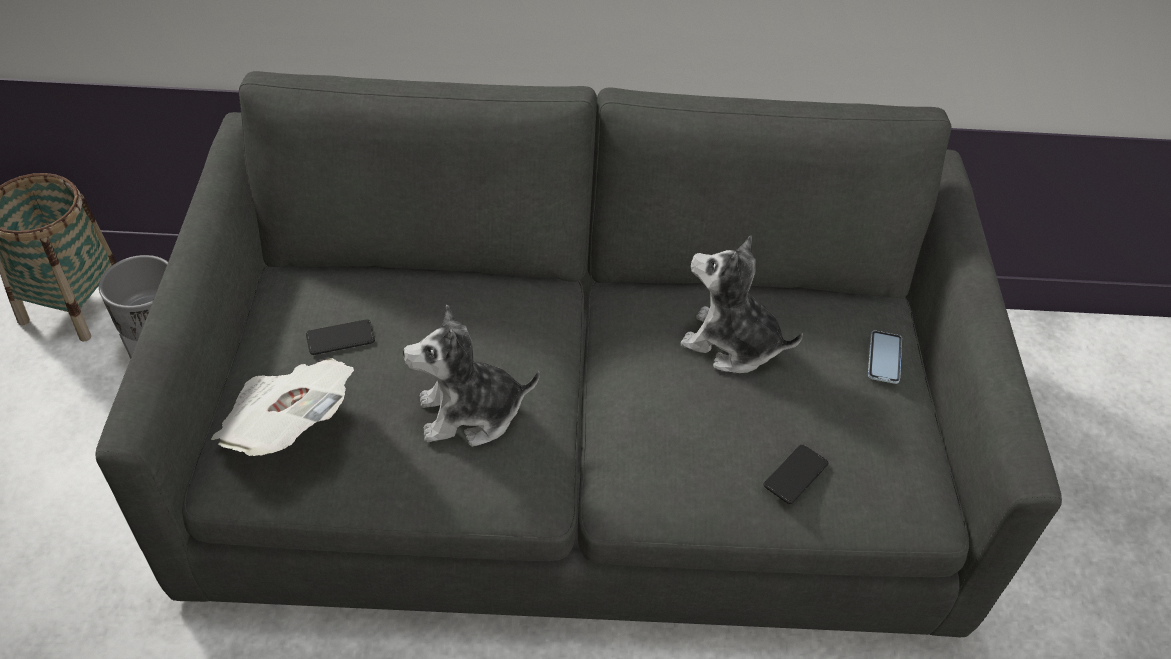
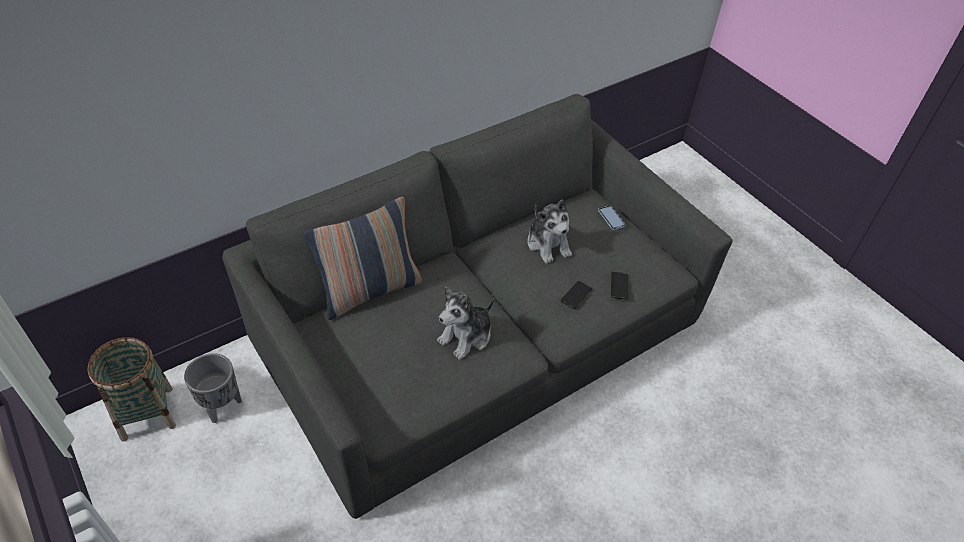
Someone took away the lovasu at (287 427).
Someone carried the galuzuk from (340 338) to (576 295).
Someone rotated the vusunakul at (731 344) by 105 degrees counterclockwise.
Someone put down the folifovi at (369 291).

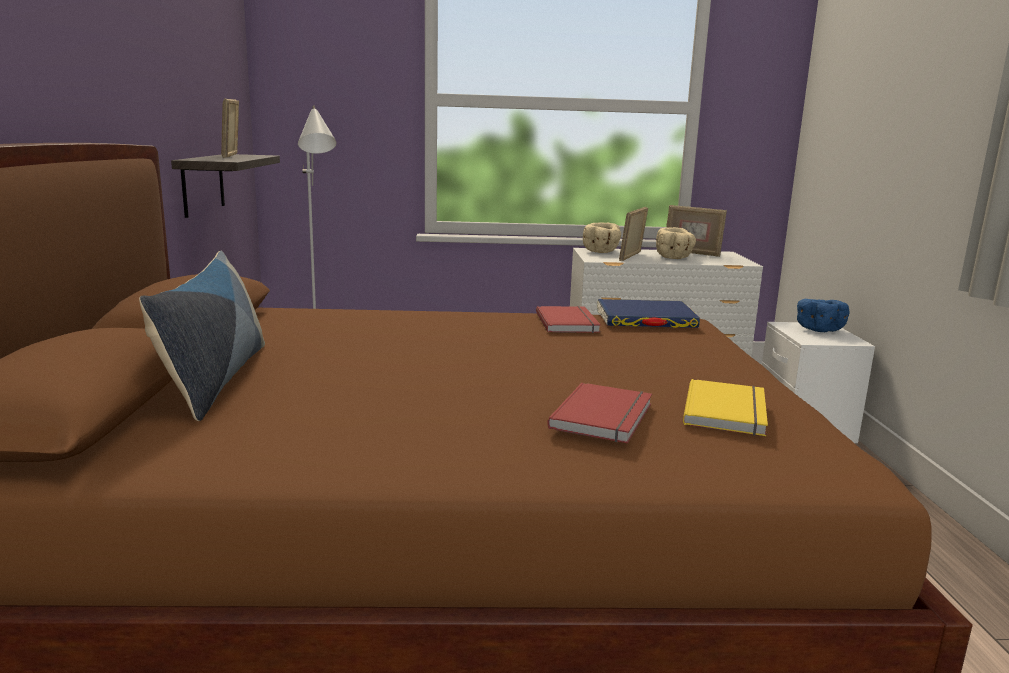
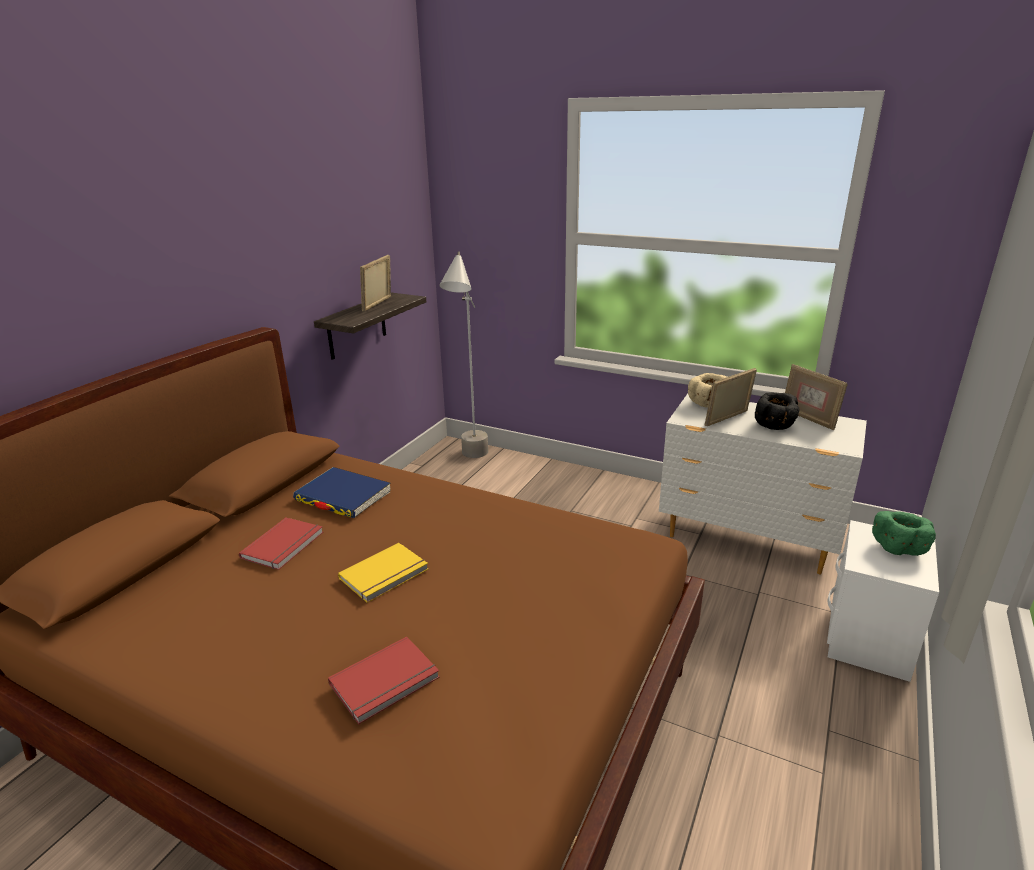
Someone took away the folifovi at (216 378).
Someone carried the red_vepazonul from (569 322) to (285 545).
Someone carried the blue_vepazonul from (645 319) to (343 496).
Someone repainted the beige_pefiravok at (674 257), which became the black_pefiravok at (775 425).
Someone carried the yellow_vepazonul from (728 411) to (386 575).
Someone repainted the blue_pefiravok at (819 329), which became the green_pefiravok at (899 547).

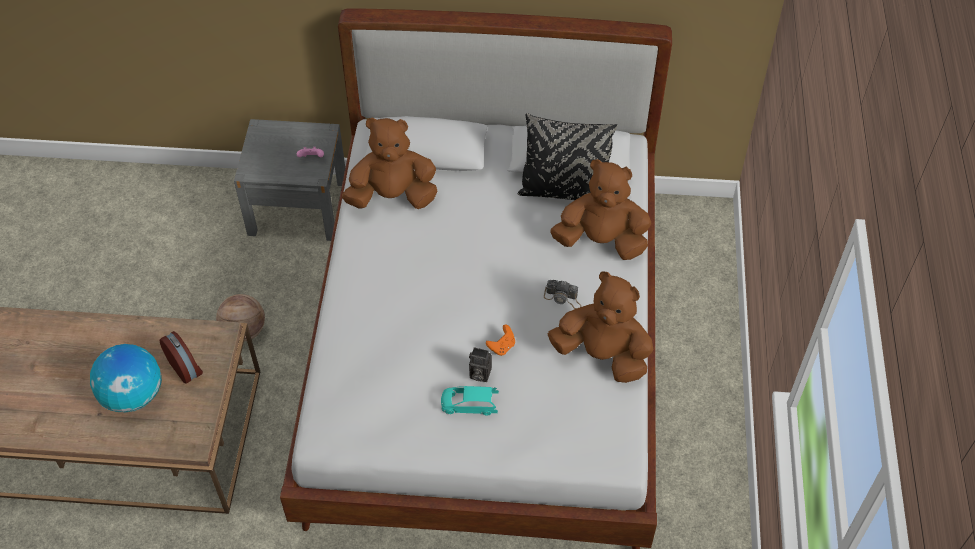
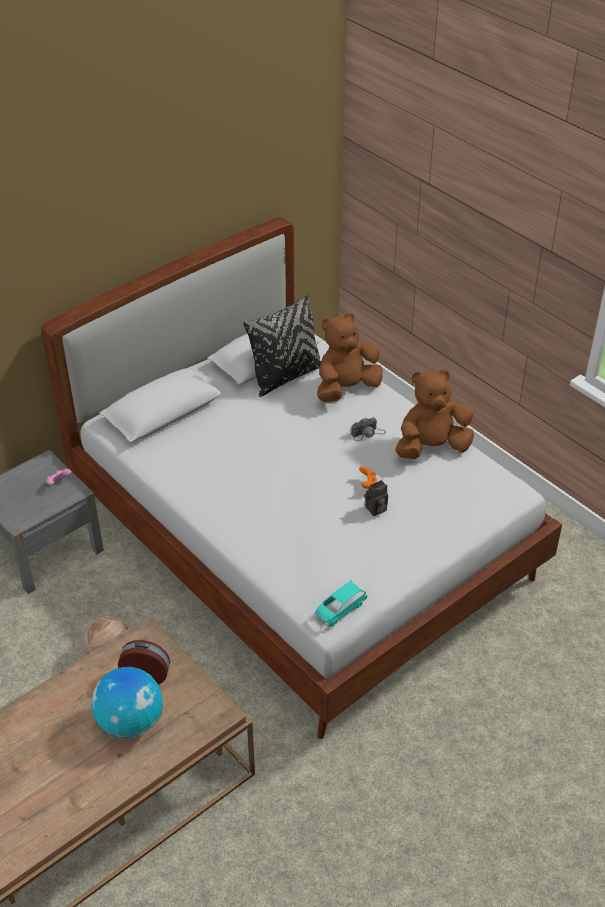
Someone took away the brown_vusunakul at (392 196).
Someone carried the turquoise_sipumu from (469 405) to (340 609).

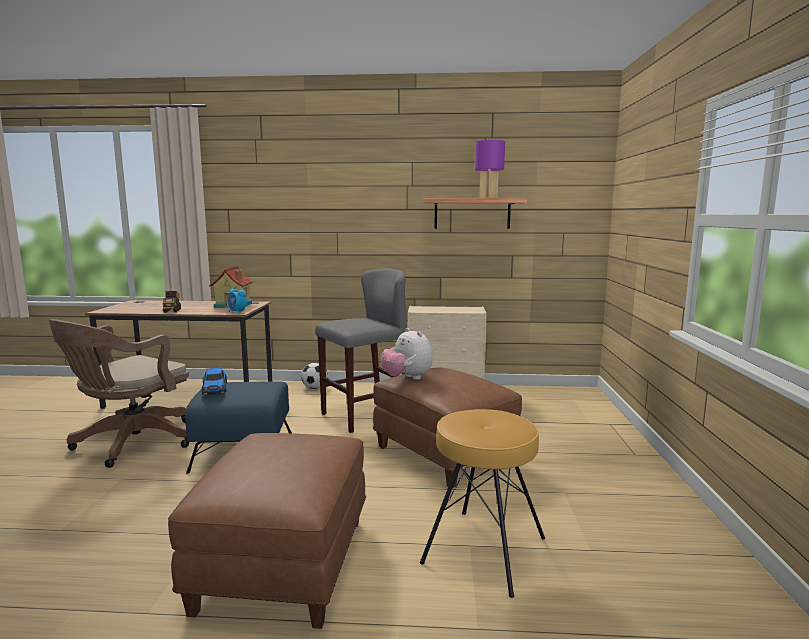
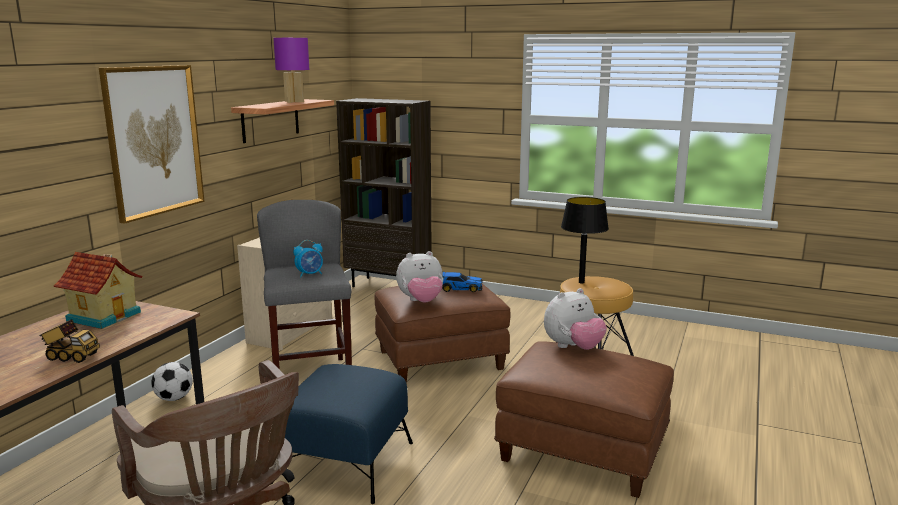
Someone carried the sipumu from (215 388) to (460 288).
Someone carried the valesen from (237 312) to (310 274).
Someone put up the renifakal at (154 140).
Someone put down the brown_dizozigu at (389 286).
Someone put down the vusunakul at (573 348).
Someone put down the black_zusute at (581 282).

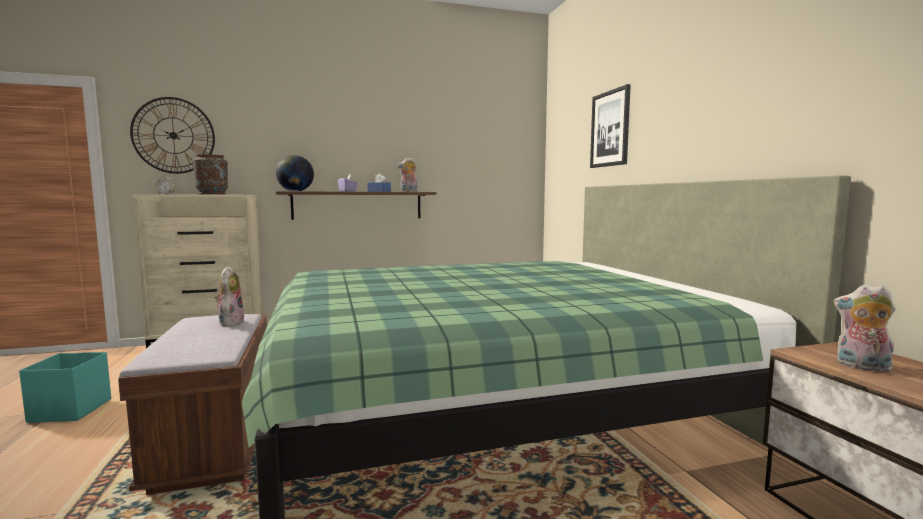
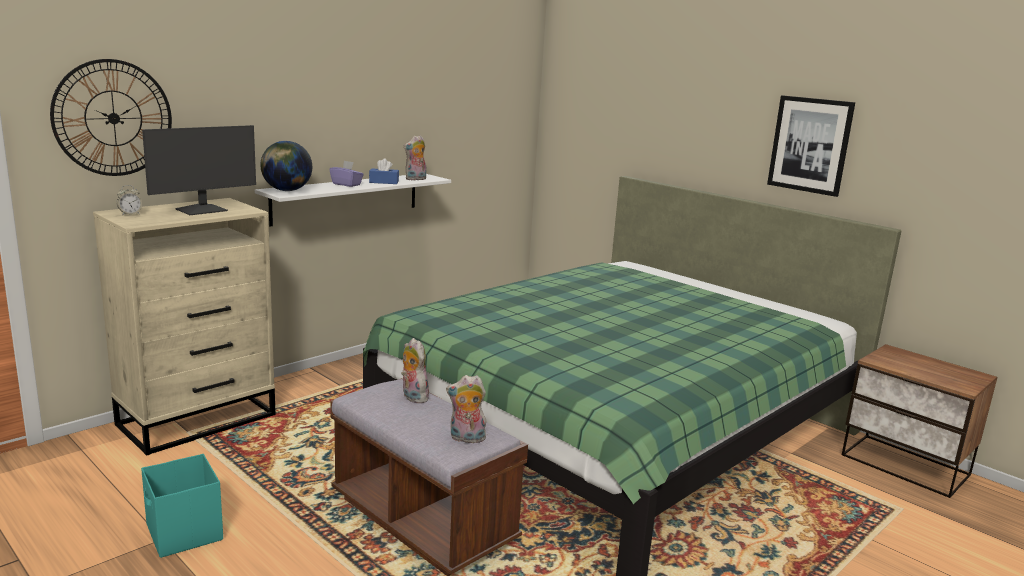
Someone swapped the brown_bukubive at (212 194) for the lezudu at (202 210).
Someone repainted the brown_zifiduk at (357 205), which became the white_zifiduk at (346 198).
Someone carried the renifakal from (610 129) to (810 145).
Someone carried the vusunakul from (861 367) to (466 439).

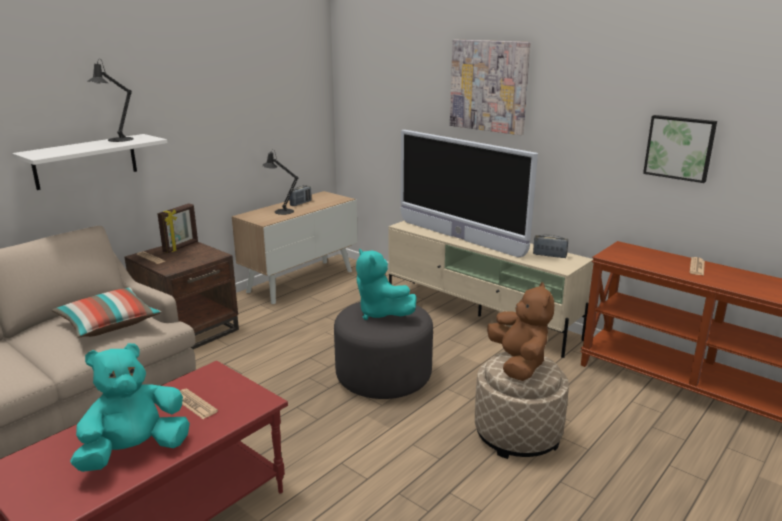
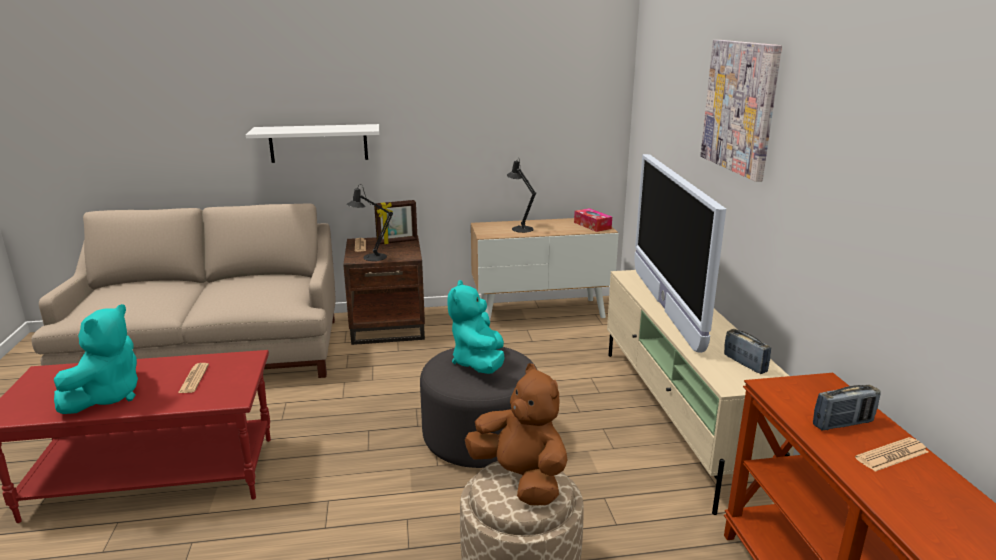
Someone took away the folifovi at (109 324).
Someone rotated the turquoise_vusunakul at (135 451) by 105 degrees clockwise.
Someone carried the black_zusute from (117 140) to (371 257).
Someone carried the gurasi from (301 203) to (842 424).
Someone rotated the brown_vusunakul at (518 364) by 75 degrees counterclockwise.
Someone took away the renifakal at (679 147).
Someone put down the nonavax at (592 225).

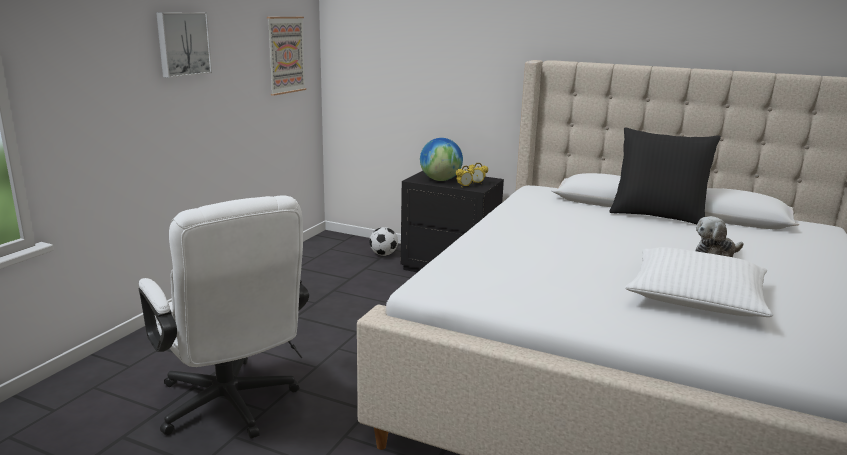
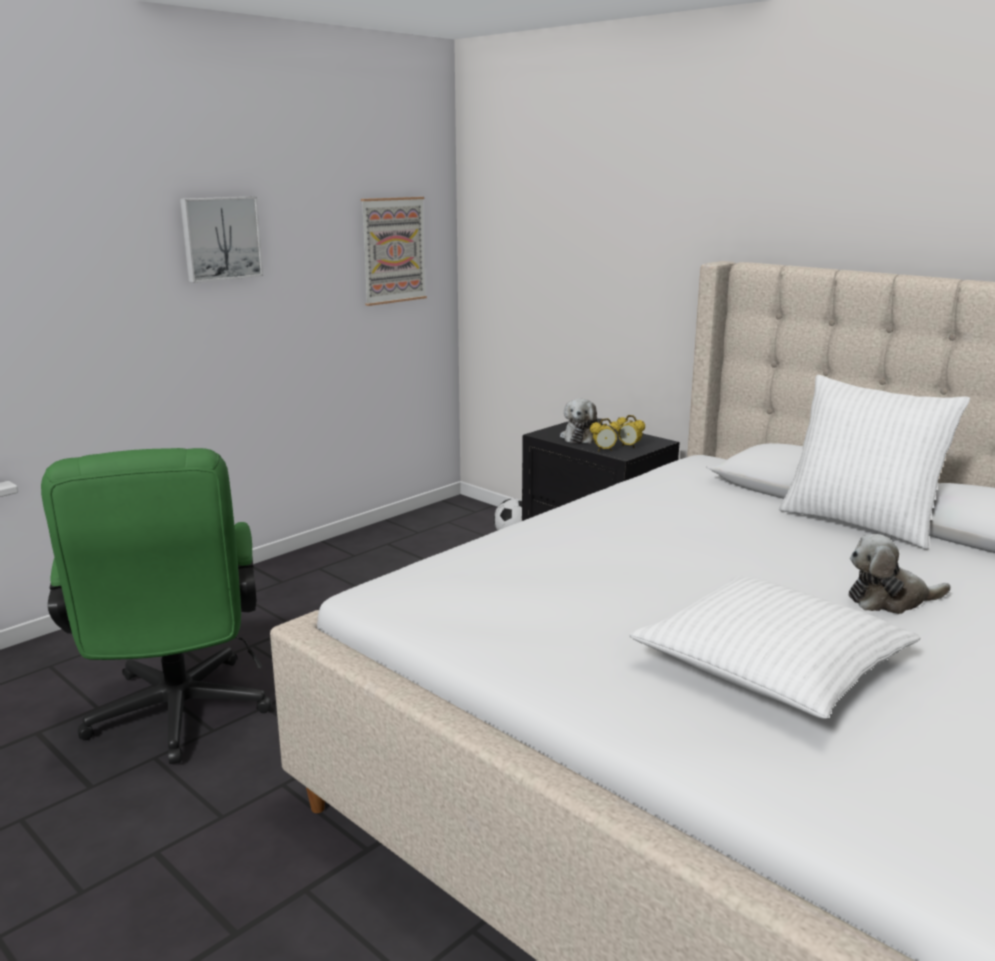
Someone repainted the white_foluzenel at (231 408), which became the green_foluzenel at (177 720).
Someone swapped the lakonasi at (440 180) for the vusunakul at (580 437).
Someone repainted the black_folifovi at (657 215), which became the white_folifovi at (860 523).

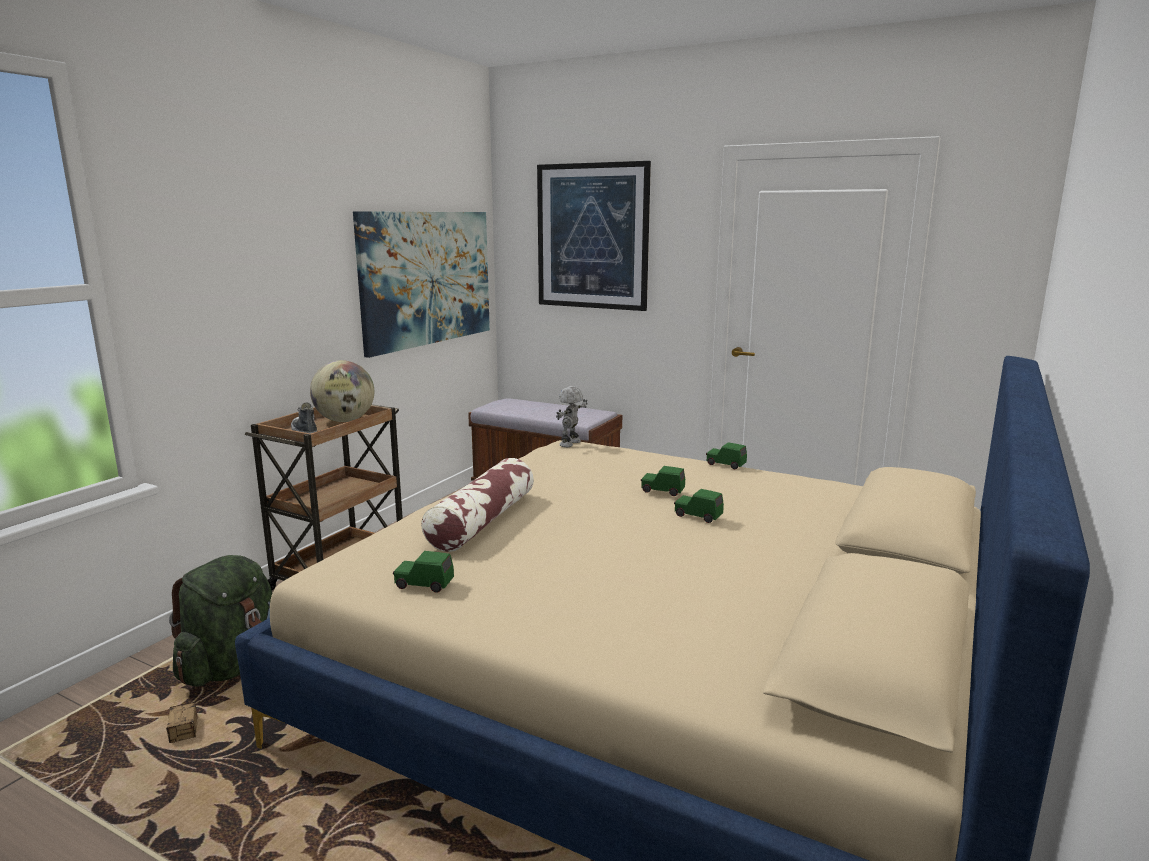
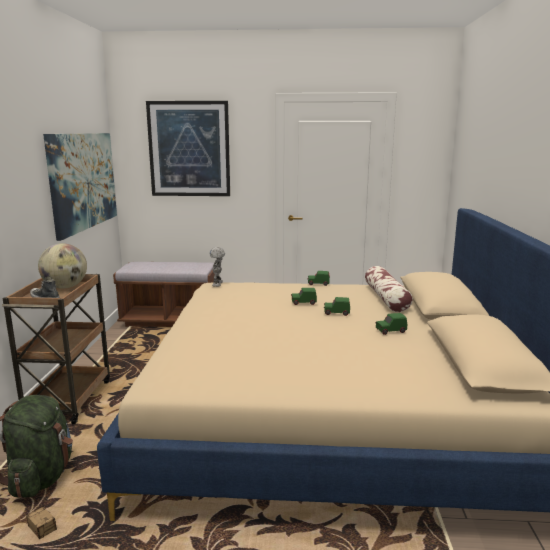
Someone carried the green_sipumu from (424 584) to (390 331).
Someone carried the folifovi from (482 521) to (386 298).

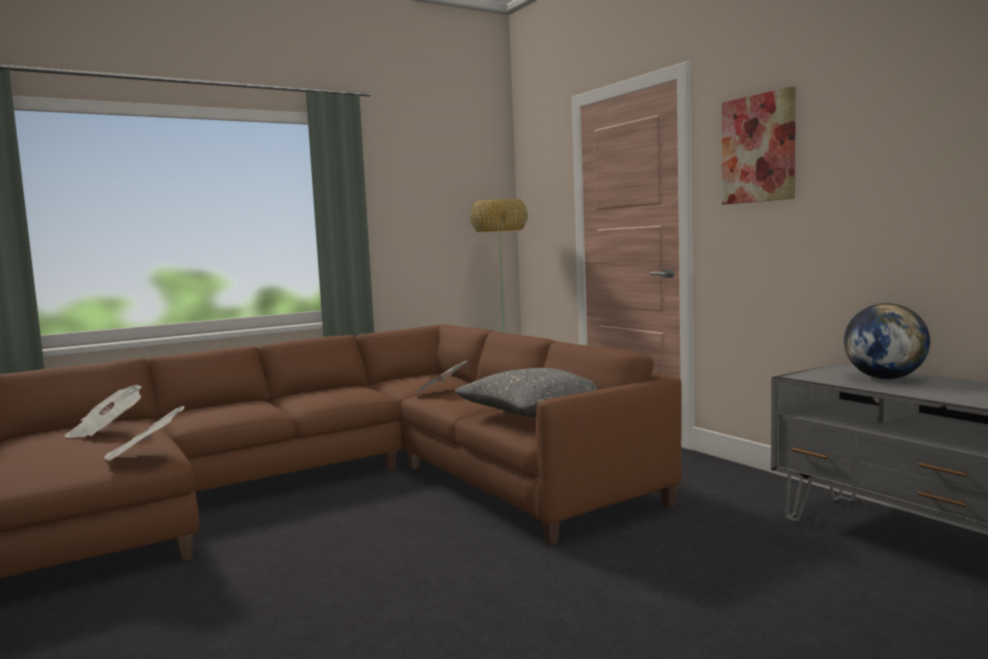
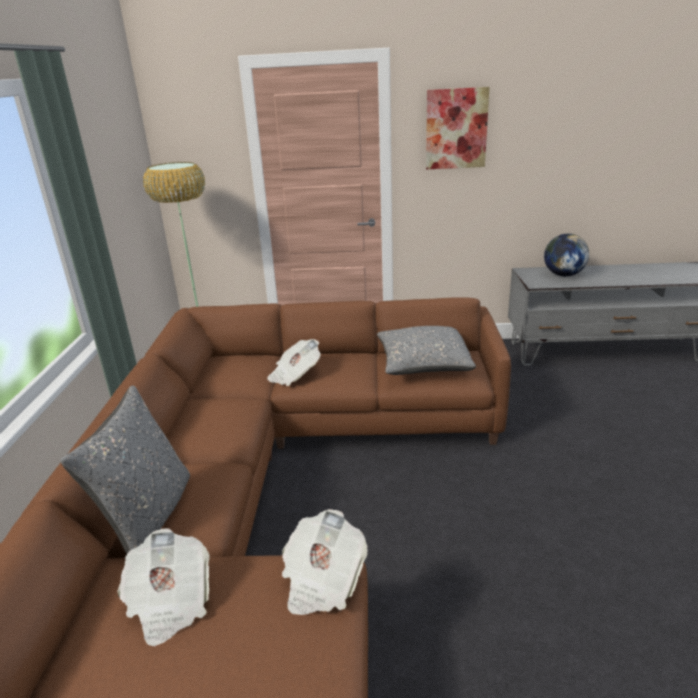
Someone put down the grey_folifovi at (149 515).

